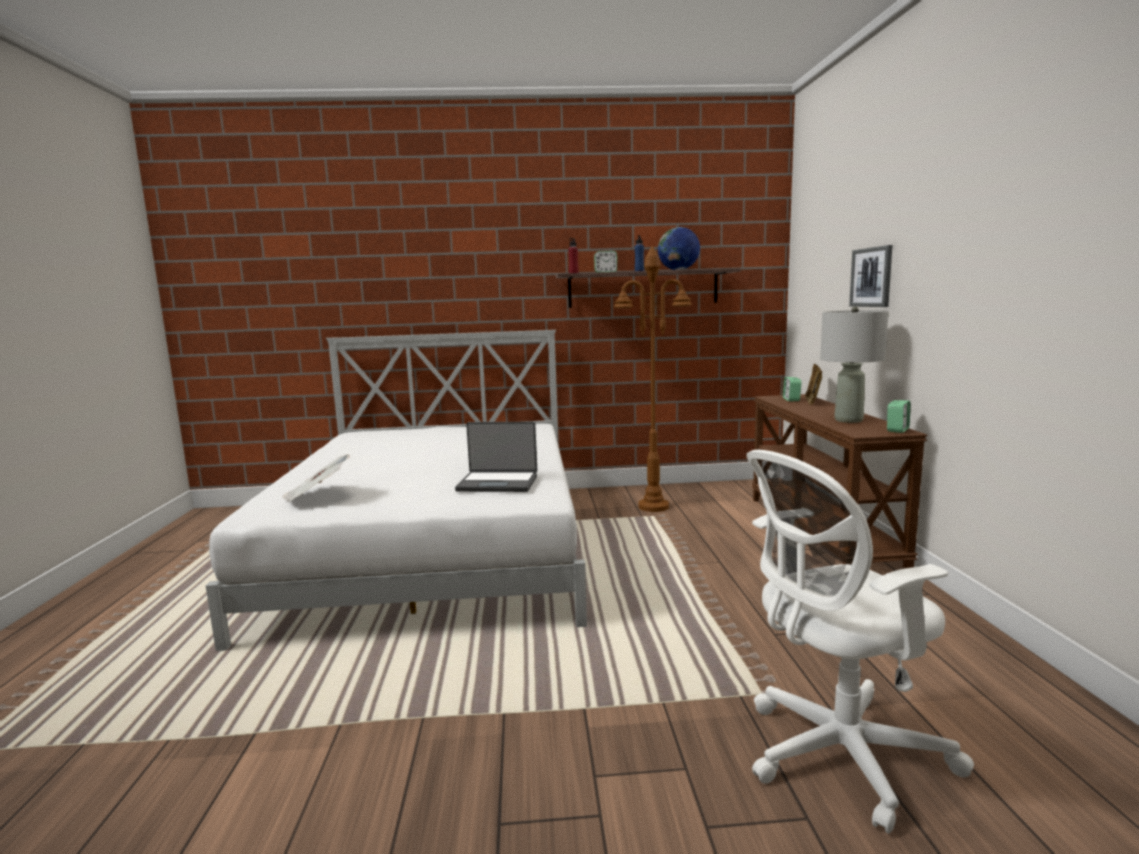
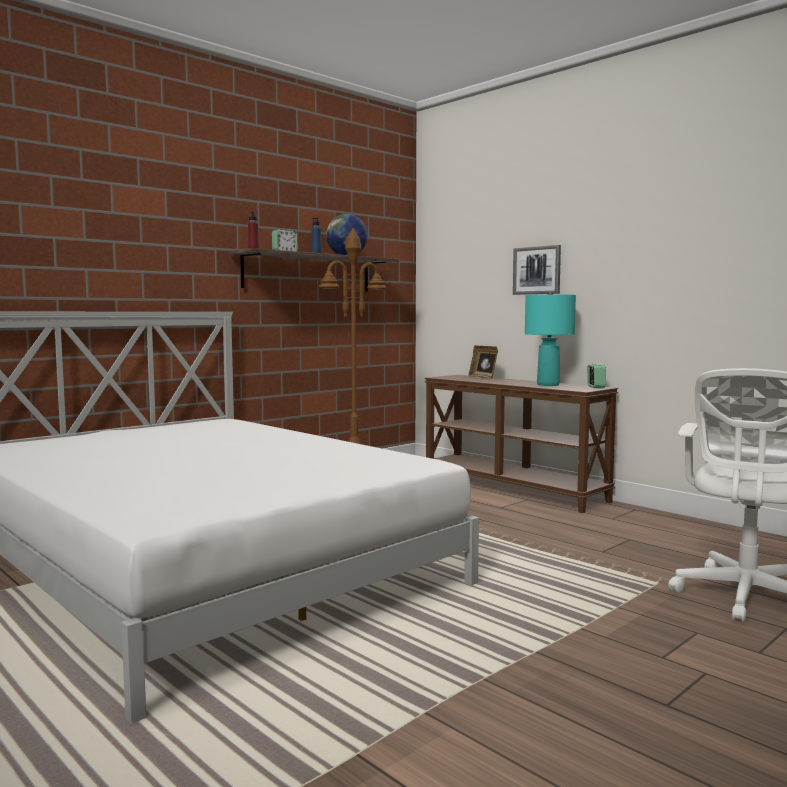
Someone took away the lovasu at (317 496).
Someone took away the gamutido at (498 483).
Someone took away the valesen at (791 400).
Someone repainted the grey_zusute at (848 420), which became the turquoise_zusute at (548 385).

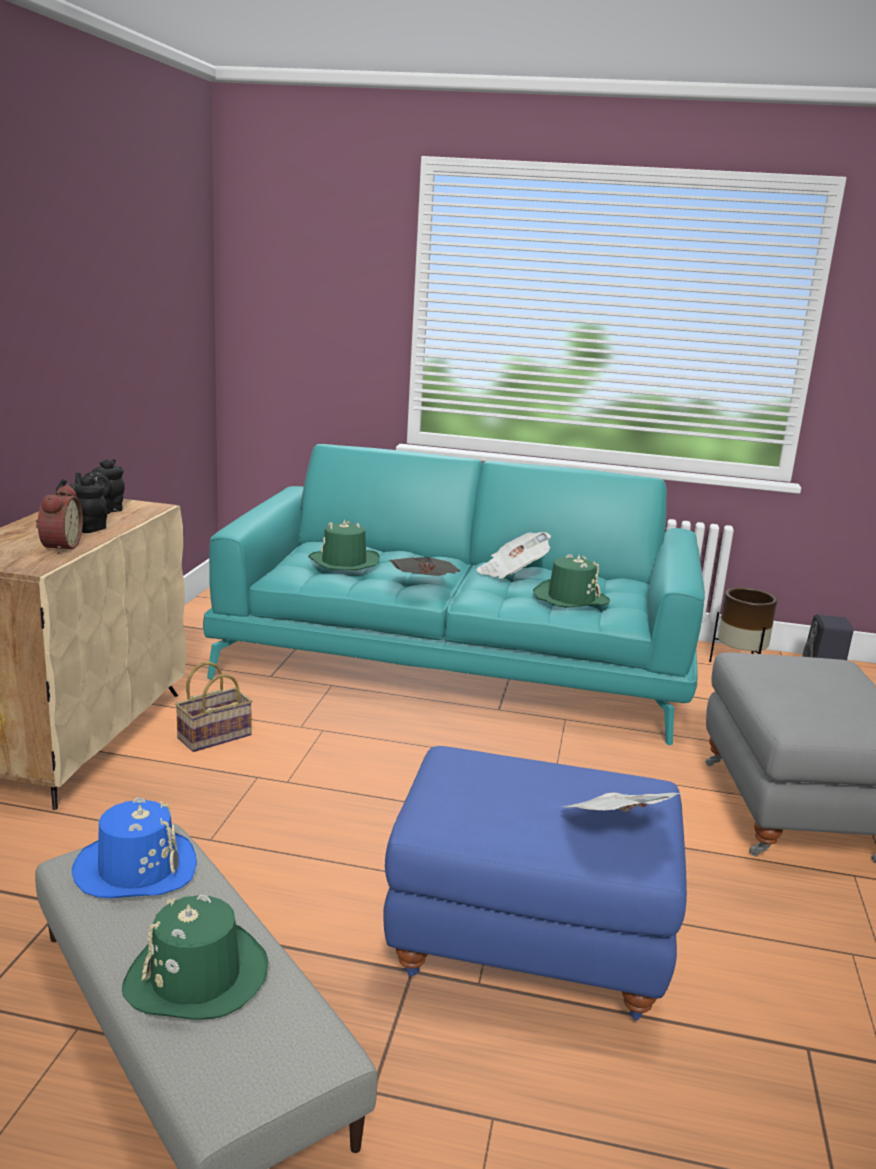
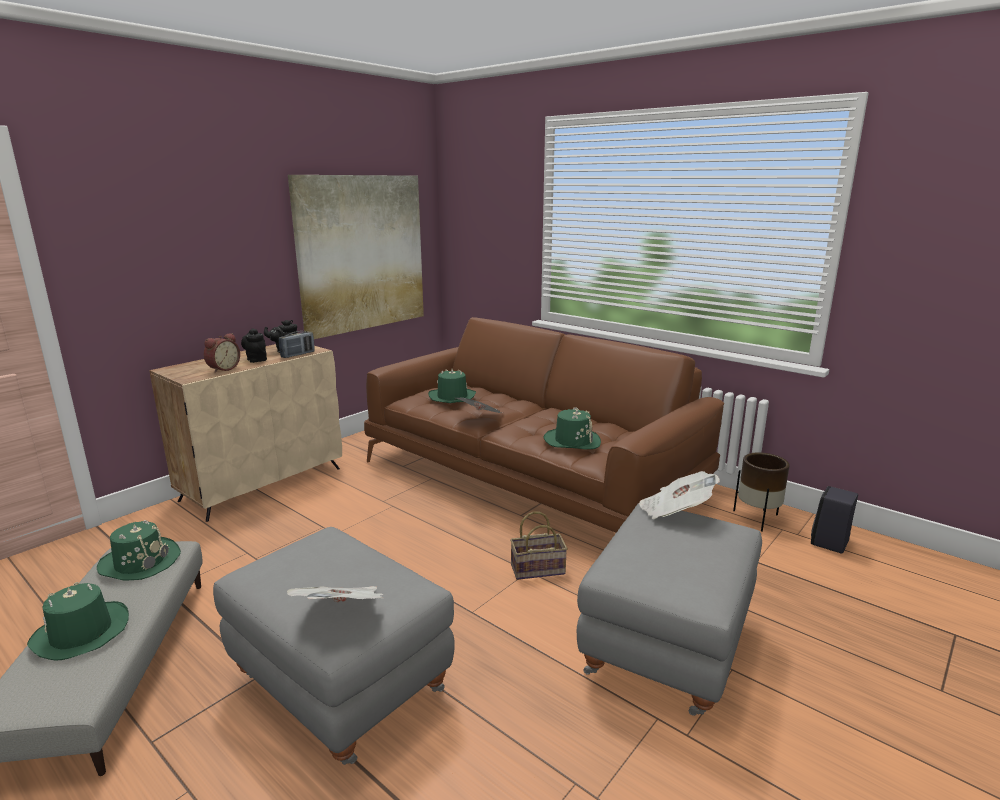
Someone repainted the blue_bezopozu at (136 868), which became the green_bezopozu at (139 562).
Someone carried the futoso from (215 735) to (539 568).
Someone repainted the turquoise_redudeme at (458 663), which became the brown_redudeme at (530 477).
Someone repainted the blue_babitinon at (526 951), which became the grey_babitinon at (339 687).
Someone carried the lovasu from (512 573) to (675 512).
Someone put down the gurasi at (298 355).
Someone put up the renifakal at (361 253).

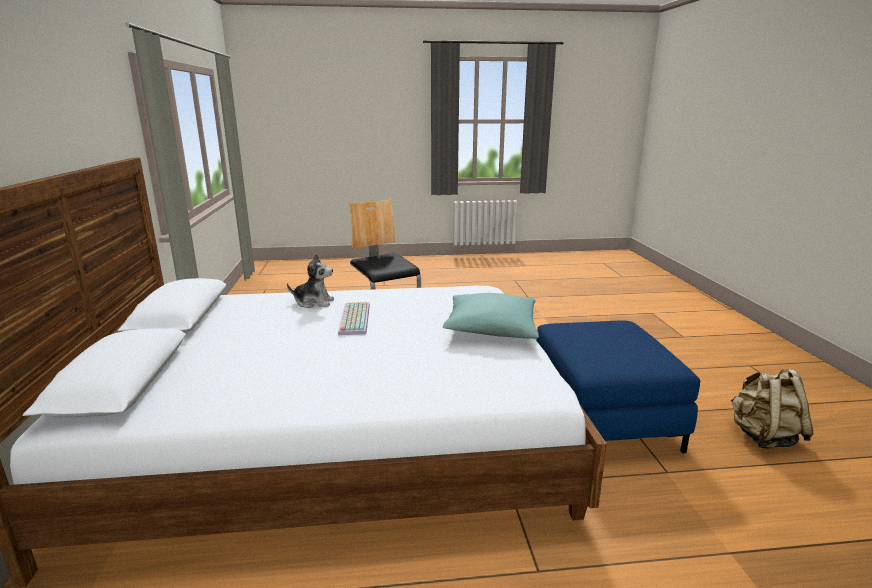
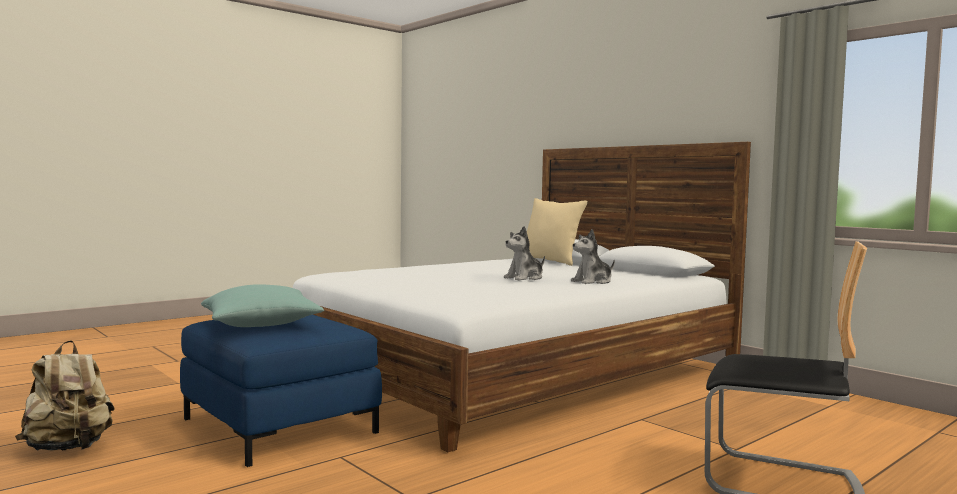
Someone swapped the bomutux at (353 318) for the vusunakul at (525 278).
Someone carried the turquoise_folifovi from (491 329) to (261 324).
Someone put down the beige_folifovi at (551 262).

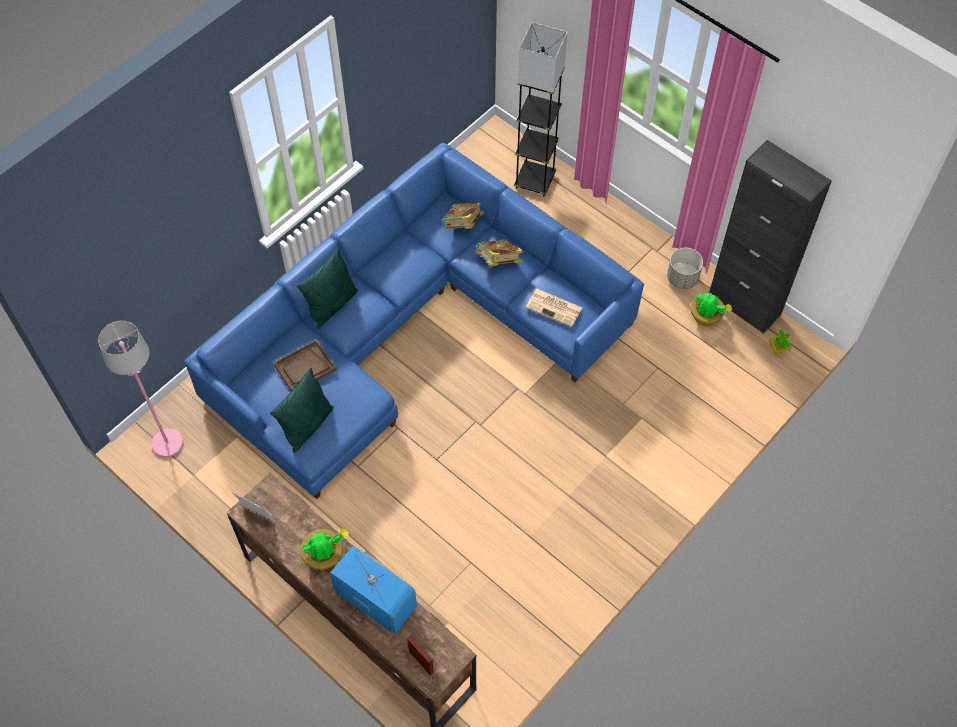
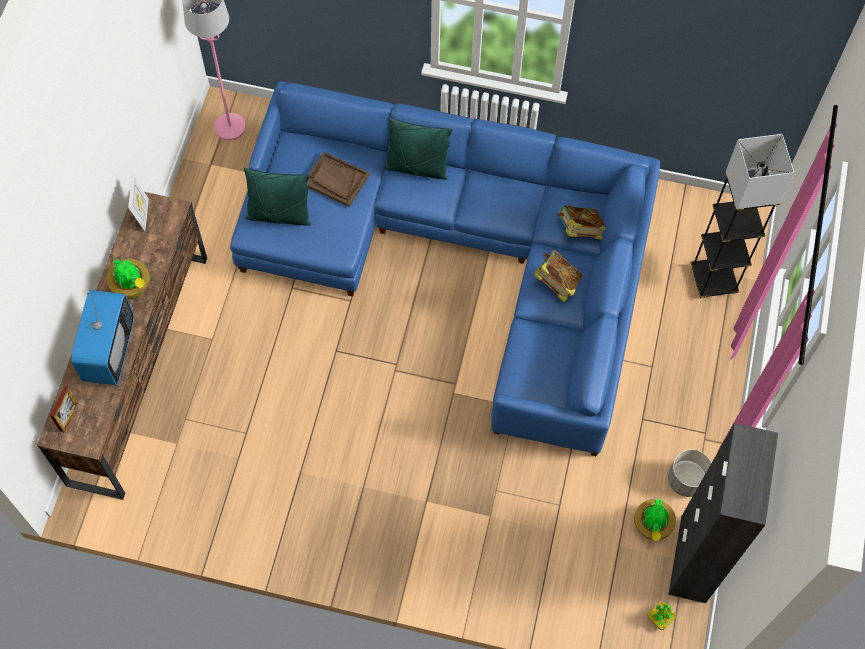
Someone took away the lovasu at (555 307).

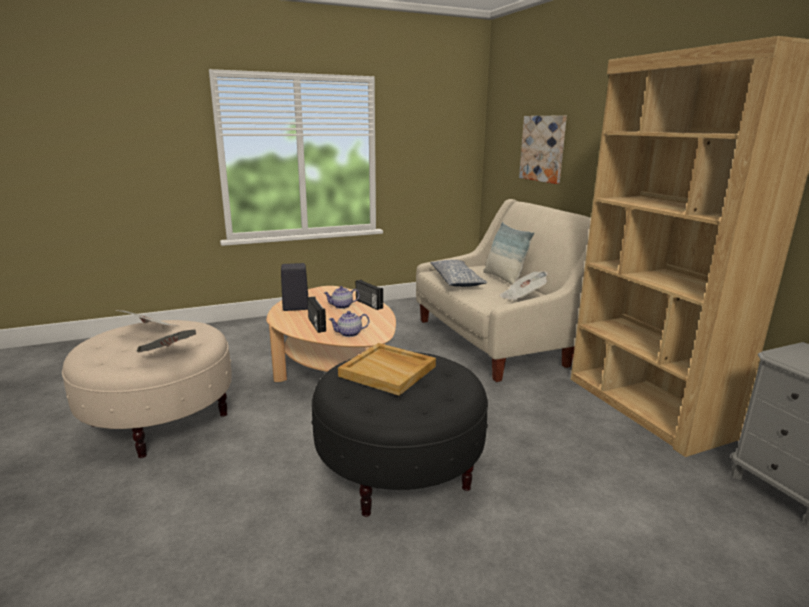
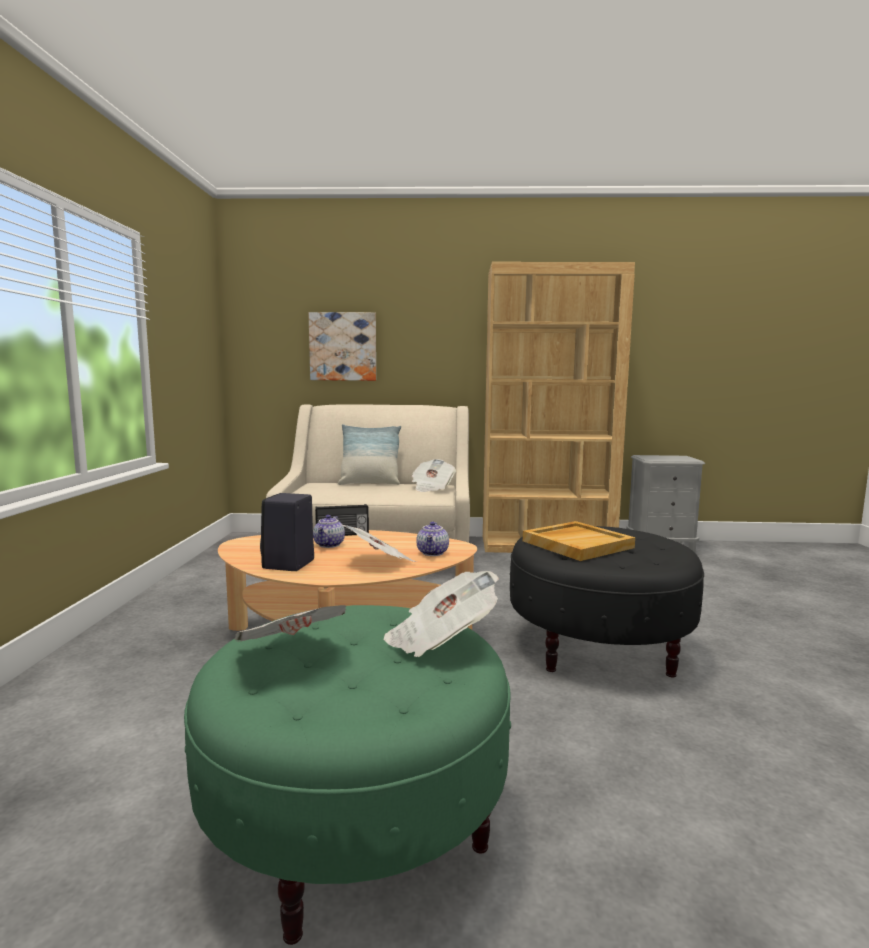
Someone repainted the beige_babitinon at (161 419), which became the green_babitinon at (354 819).
Someone swapped the gurasi at (316 325) for the lovasu at (380 562).
Someone took away the folifovi at (456 281).

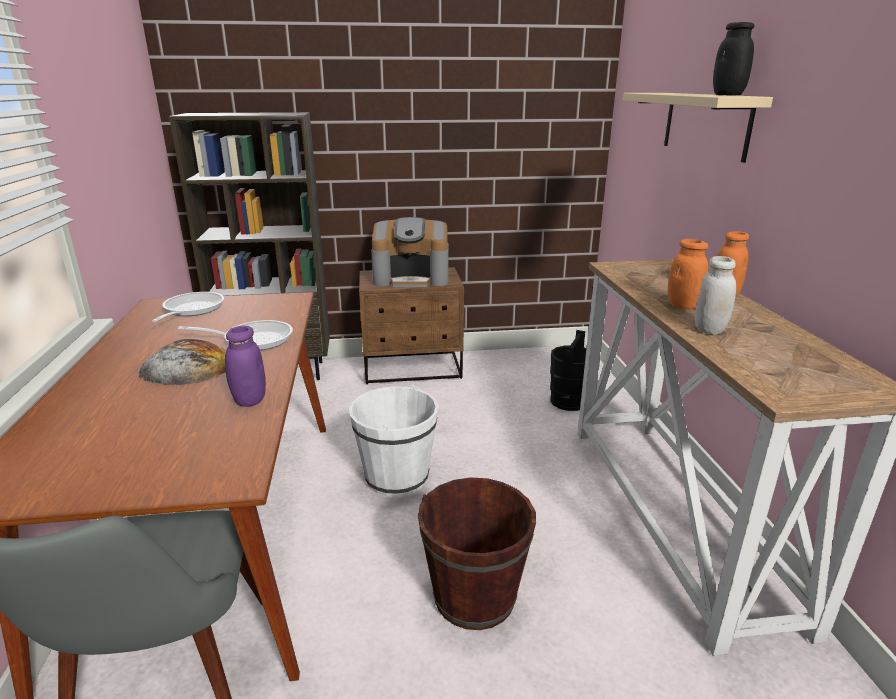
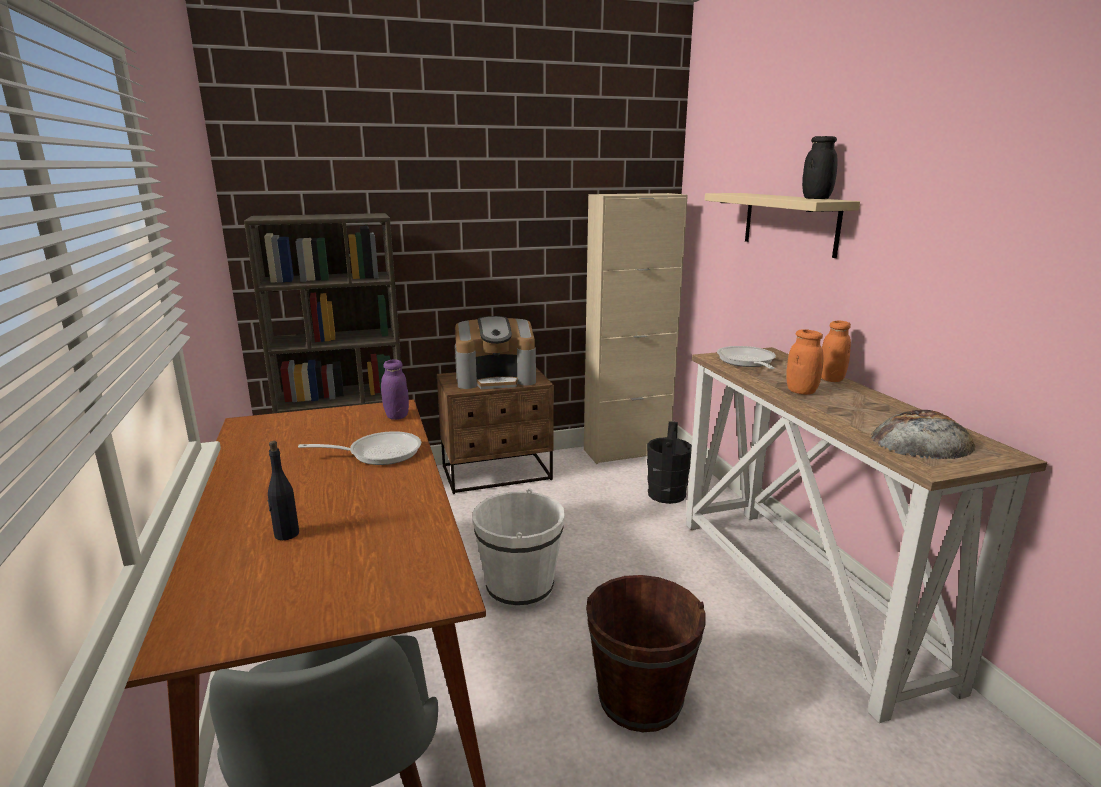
Someone carried the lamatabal from (187 367) to (921 441).
Someone carried the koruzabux from (191 310) to (746 362).
Someone carried the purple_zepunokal from (249 400) to (396 416).
Someone took away the white_zepunokal at (709 329).
Someone put down the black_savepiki at (286 534).
Someone put down the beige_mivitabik at (626 451).

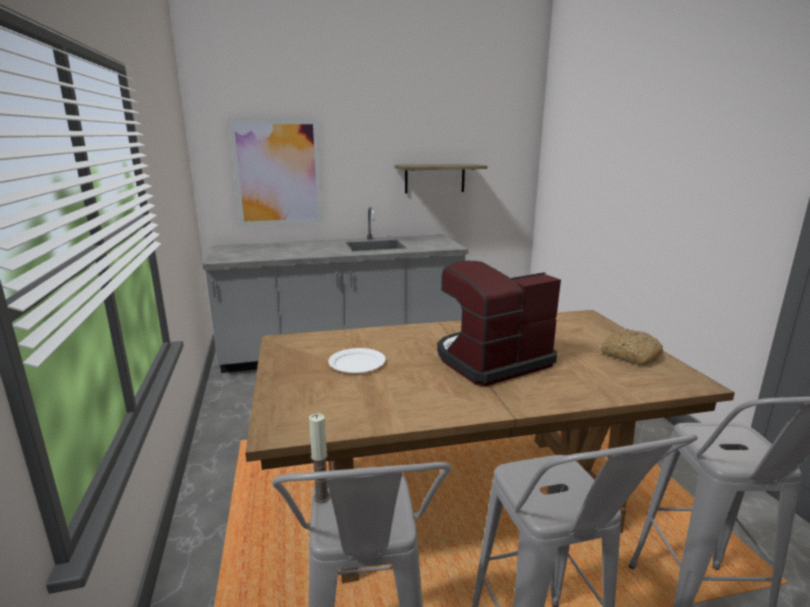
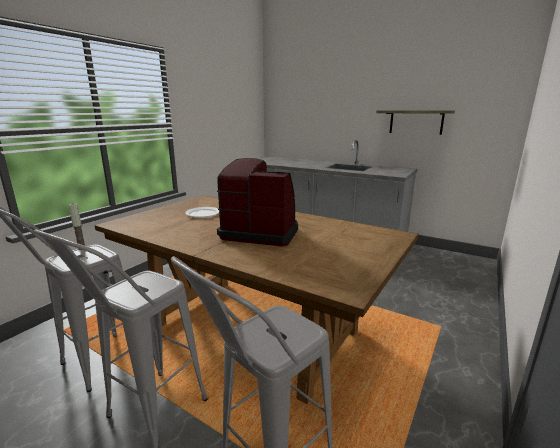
Someone took away the renifakal at (278 173).
Someone took away the lamatabal at (630 355).

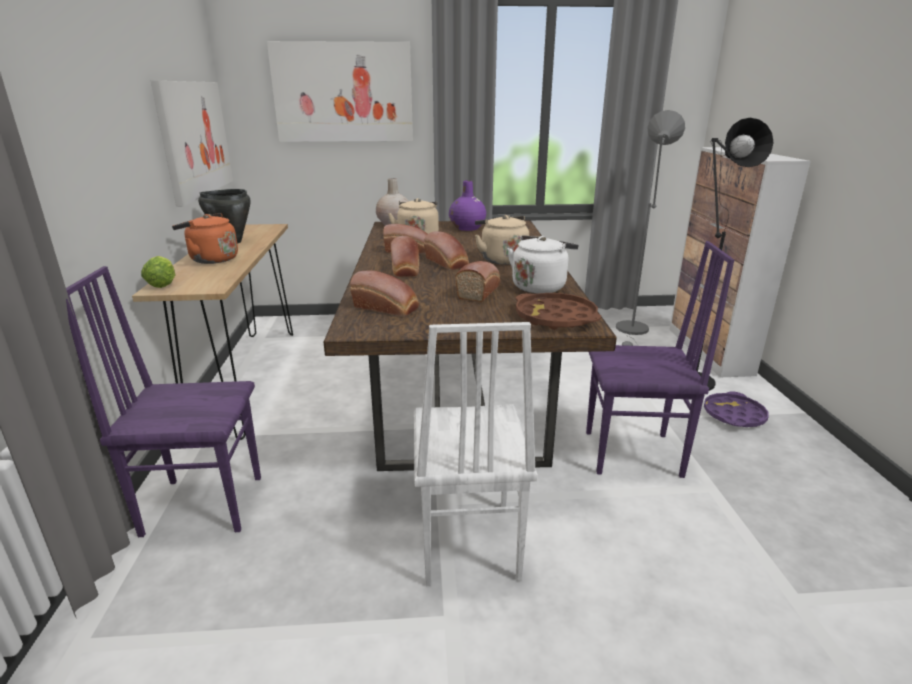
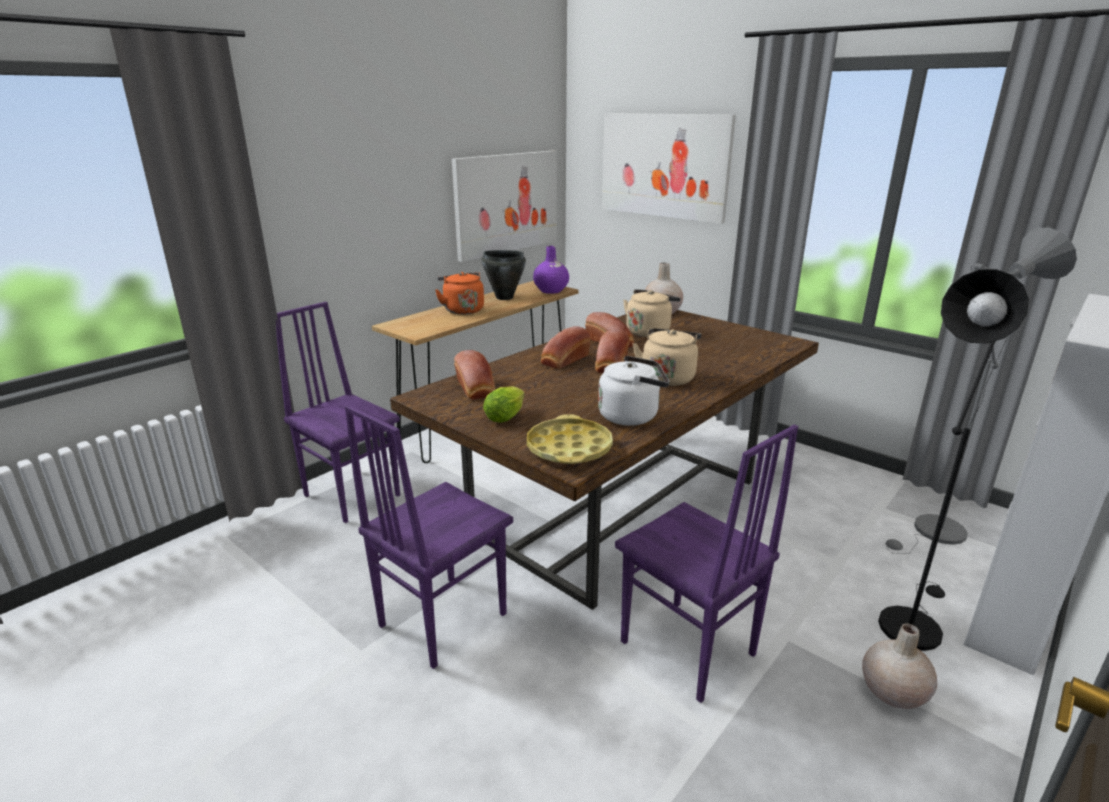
Someone carried the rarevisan from (163 284) to (506 416).
Someone repainted the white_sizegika at (466 544), which became the purple_sizegika at (441 619).
Someone carried the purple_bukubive from (467 228) to (551 290).
Someone took away the lamatabal at (479 291).
Someone repainted the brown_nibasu at (555 318), which became the yellow_nibasu at (569 448).
Someone swapped the purple_nibasu at (733 415) for the beige_bukubive at (892 692).

